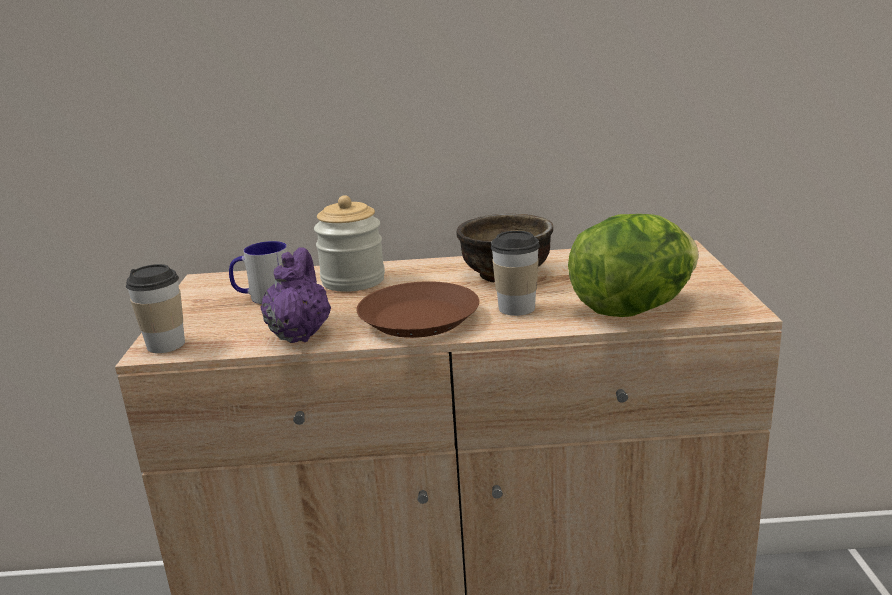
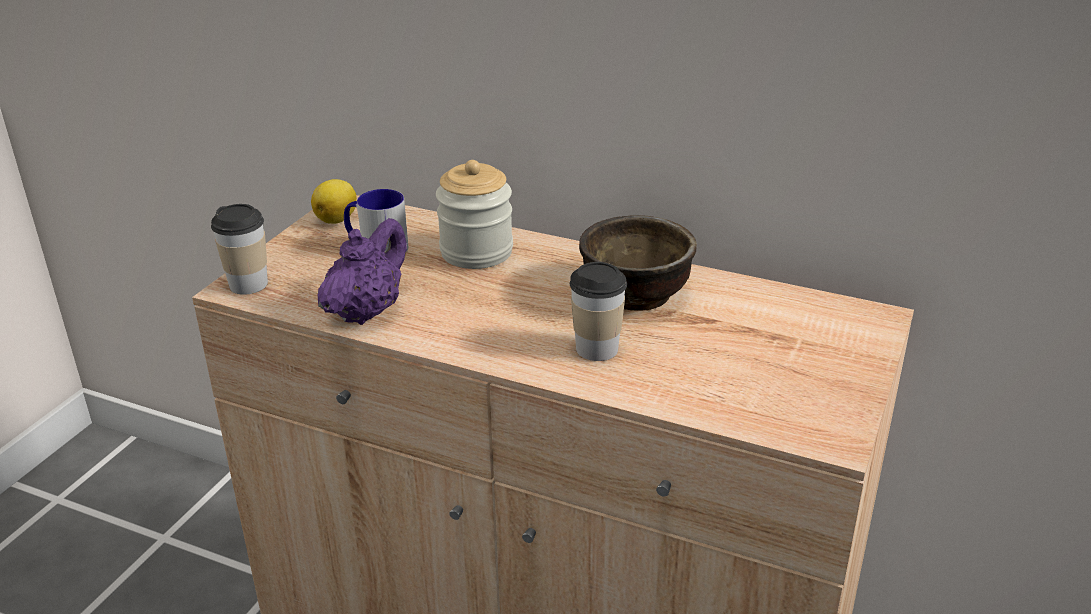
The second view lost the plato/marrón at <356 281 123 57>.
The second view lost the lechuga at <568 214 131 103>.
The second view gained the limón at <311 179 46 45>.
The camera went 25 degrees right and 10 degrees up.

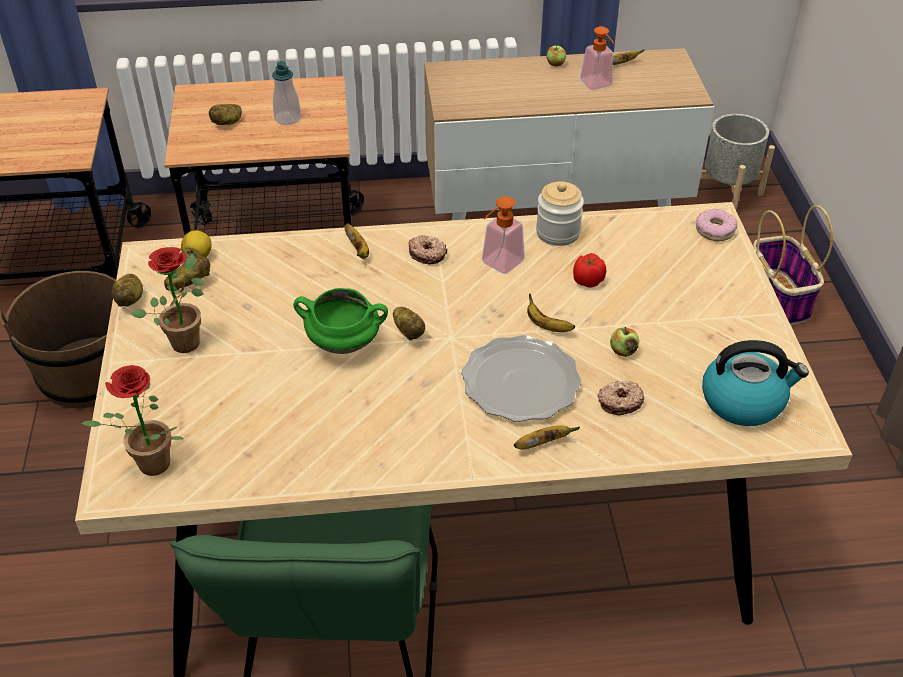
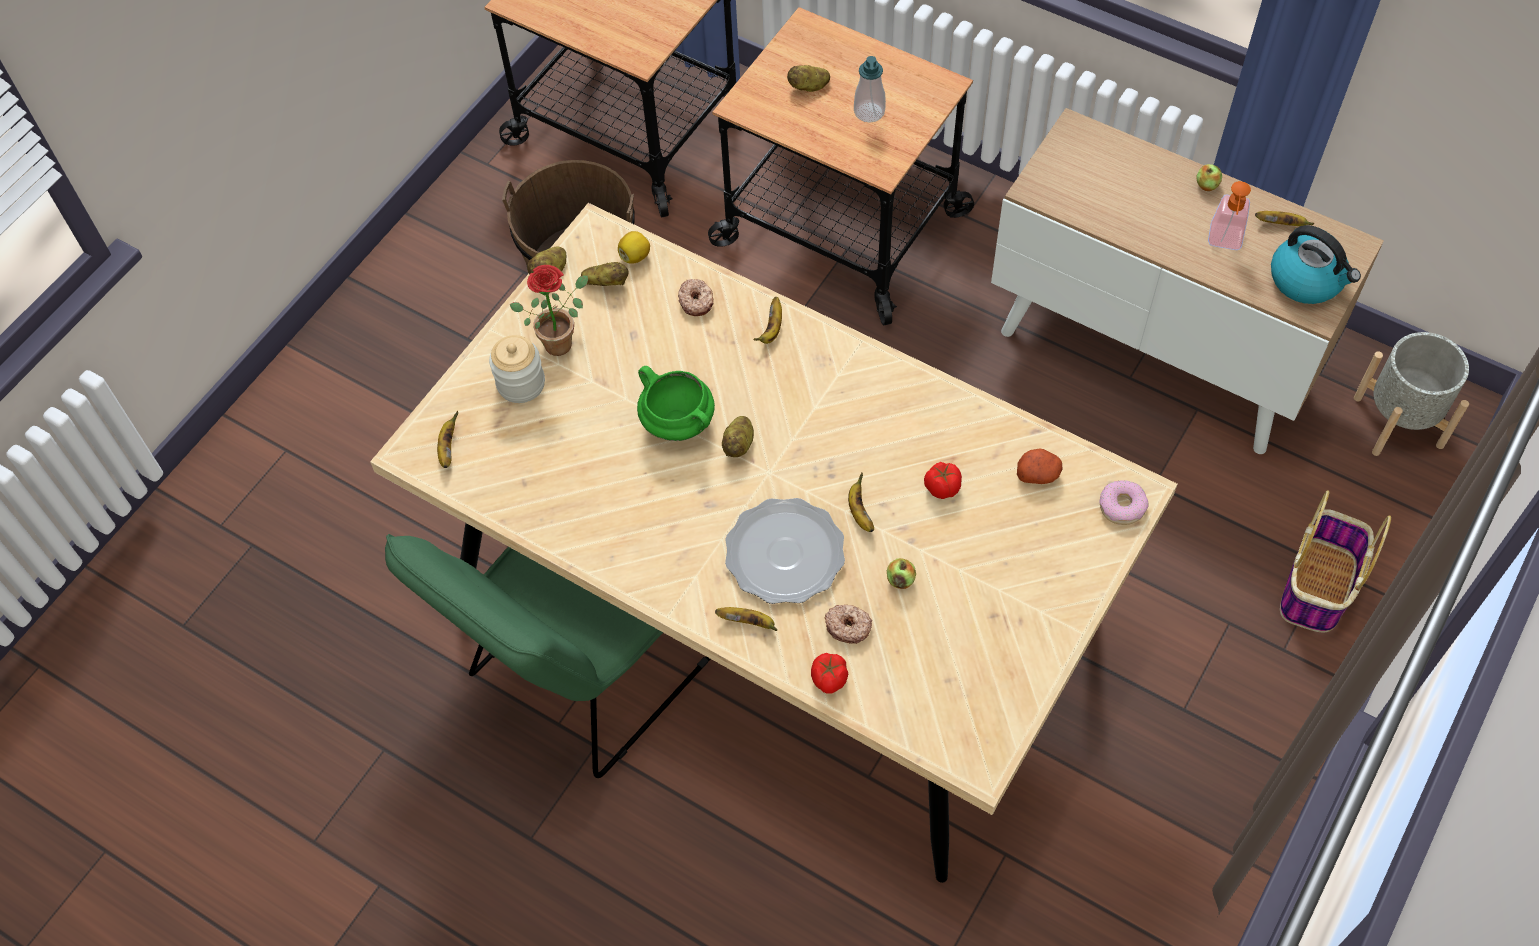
Where the planta en maceta stood at <81 365 103 111>, the plátano came to stand at <437 411 21 57>.
The rosquilla ended up elsewhere, having gone from <408 235 39 29> to <678 279 36 37>.
The second view lost the dispensador de jabón at <482 196 43 78>.
The tarro ended up elsewhere, having gone from <536 181 48 65> to <489 335 56 68>.
The hervidor ended up elsewhere, having gone from <702 340 107 86> to <1271 225 90 79>.
The second view gained the tomate at <811 653 37 40>.
The second view gained the patata at <1017 448 45 36>.
The camera went 40 degrees right and 15 degrees up.

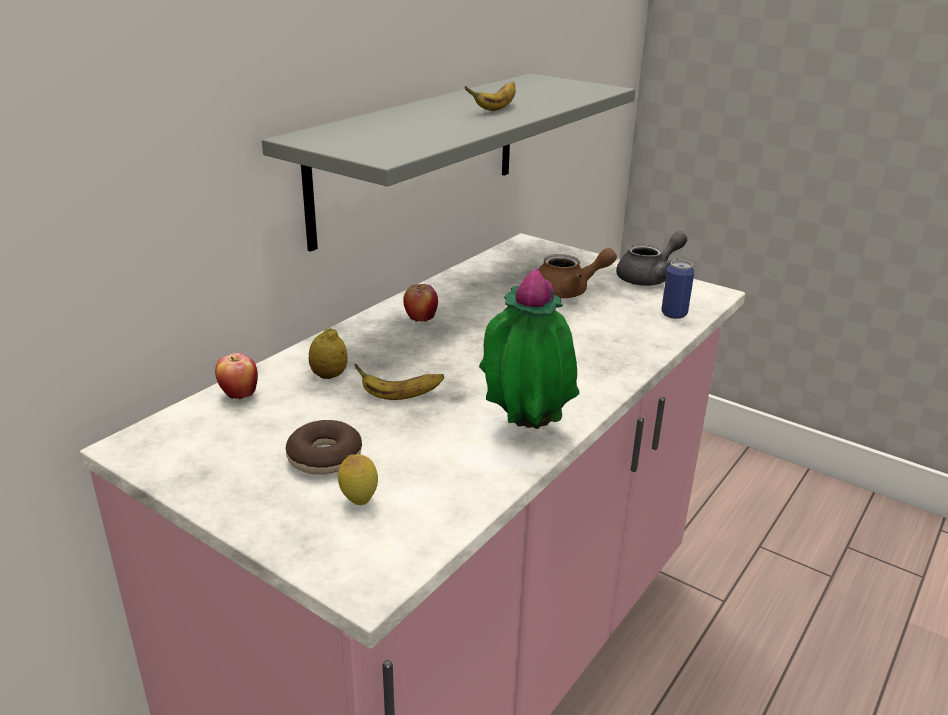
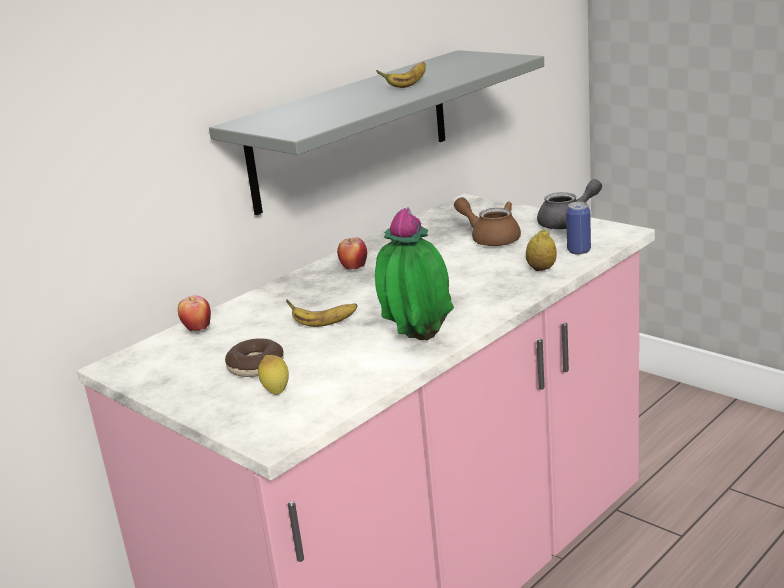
The limón ended up elsewhere, having gone from <309 328 39 51> to <526 229 31 42>.
The tetera/marrón at <538 248 79 50> ended up facing another way, 135 degrees counterclockwise from before.
The camera went 10 degrees right and 5 degrees down.

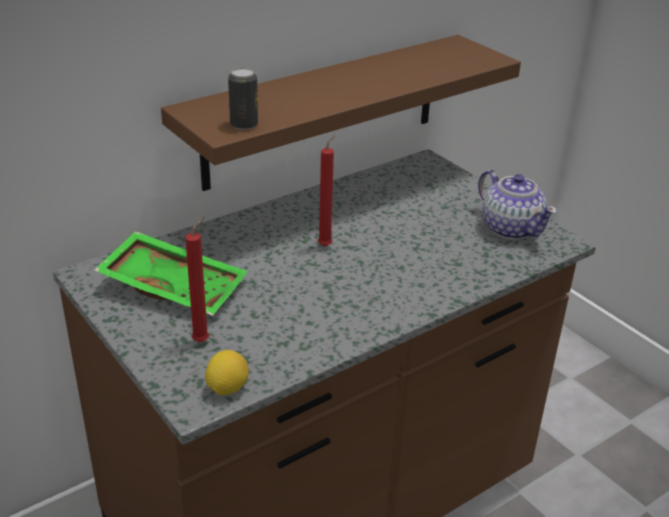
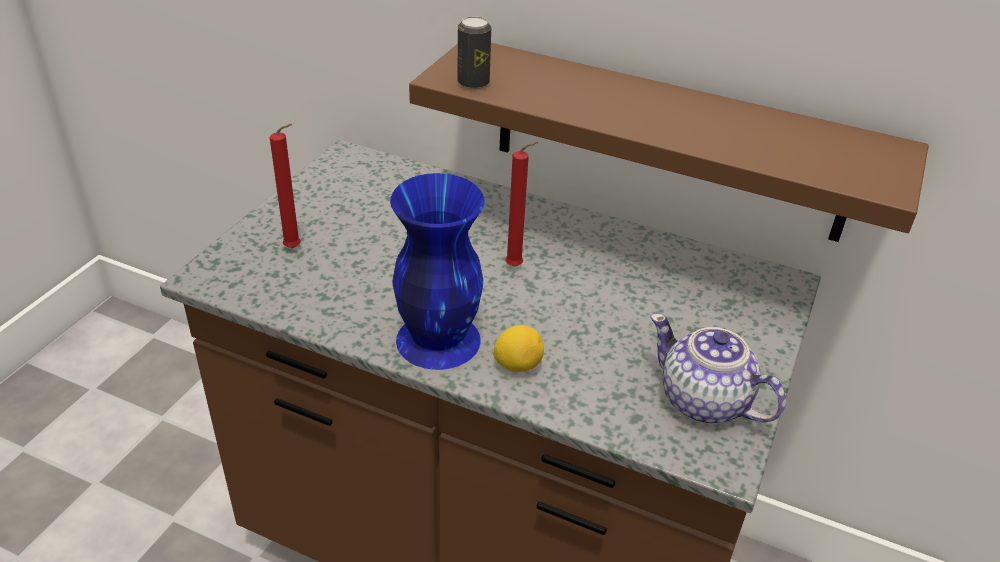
The second view lost the bandeja/verde at <94 231 154 85>.
The limón ended up elsewhere, having gone from <205 350 44 46> to <493 325 51 47>.
The tetera at <478 170 79 70> ended up facing another way, 105 degrees clockwise from before.
The second view gained the florero/azul at <390 173 95 197>.
The camera went 60 degrees right and 5 degrees up.

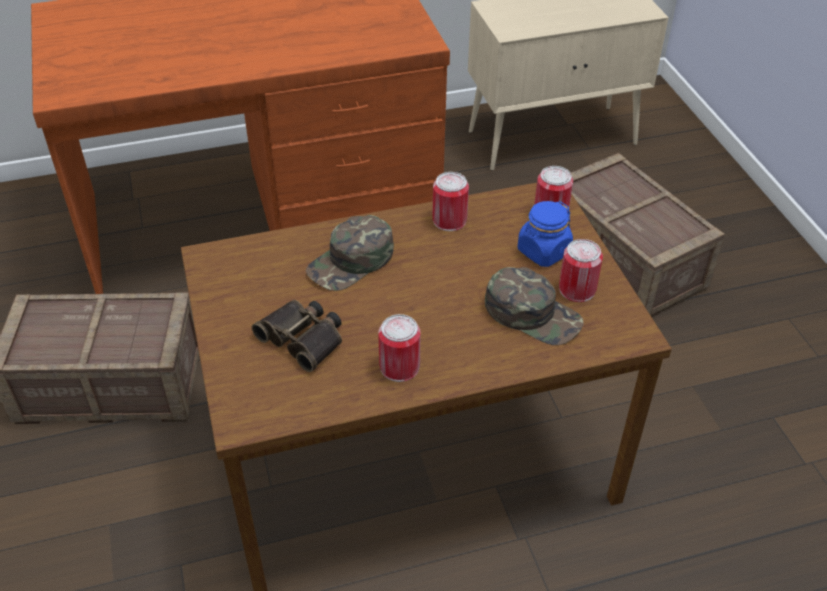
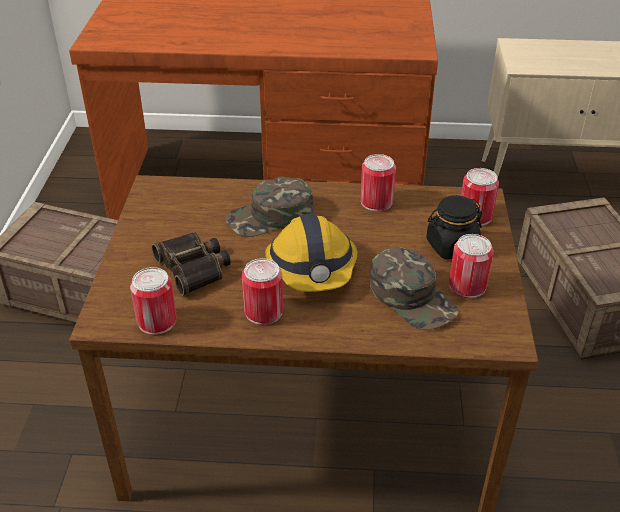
What was the tarro/azul at <518 201 55 66> turned into the tarro/negro at <426 195 56 65>.
The second view gained the lata at <130 267 47 68>.
The second view gained the casco at <265 214 92 78>.
The camera went 20 degrees right and 5 degrees down.

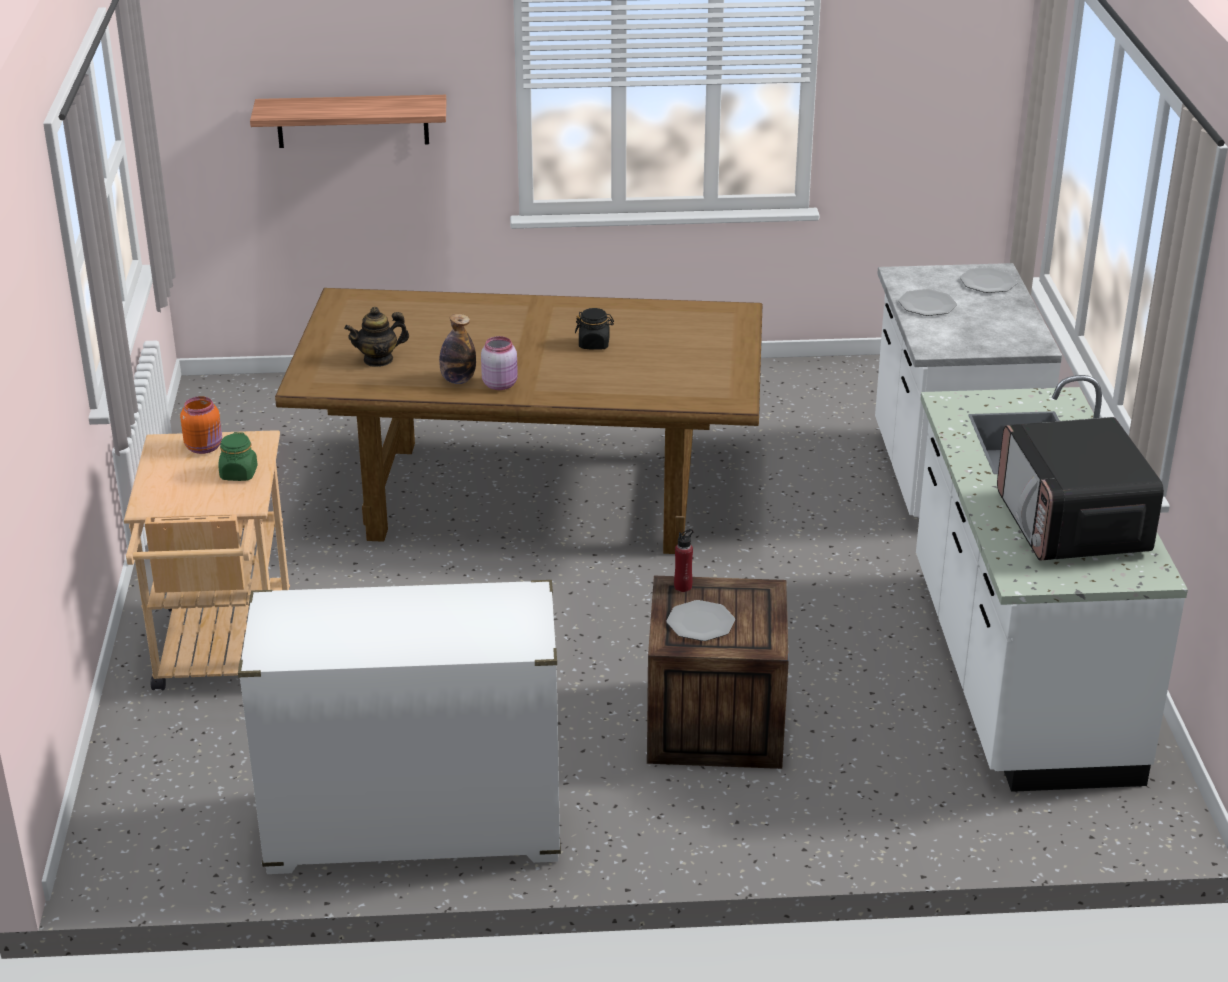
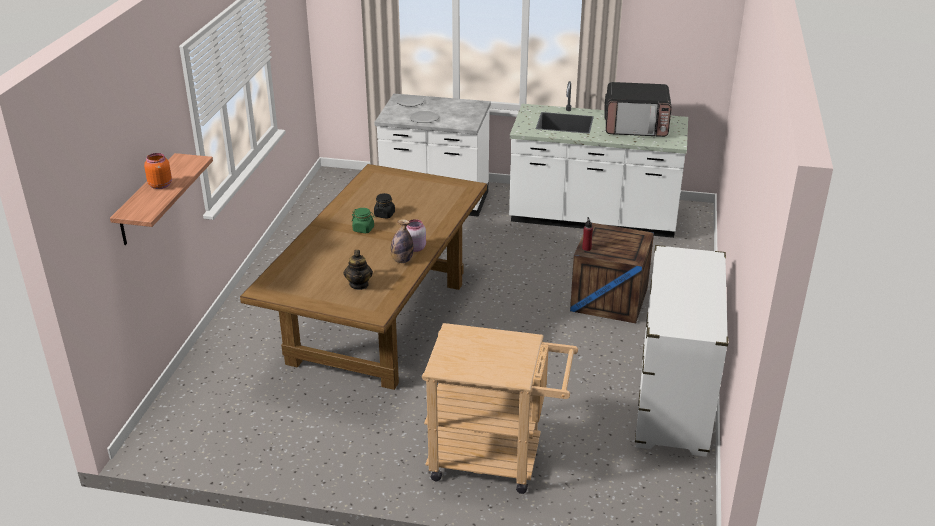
The tarro/naranja ended up elsewhere, having gone from <180 396 42 58> to <144 153 28 36>.
The tarro/verde ended up elsewhere, having gone from <218 432 40 49> to <352 208 23 25>.
The second view lost the plato at <666 600 69 41>.
The camera went 75 degrees left and 0 degrees up.

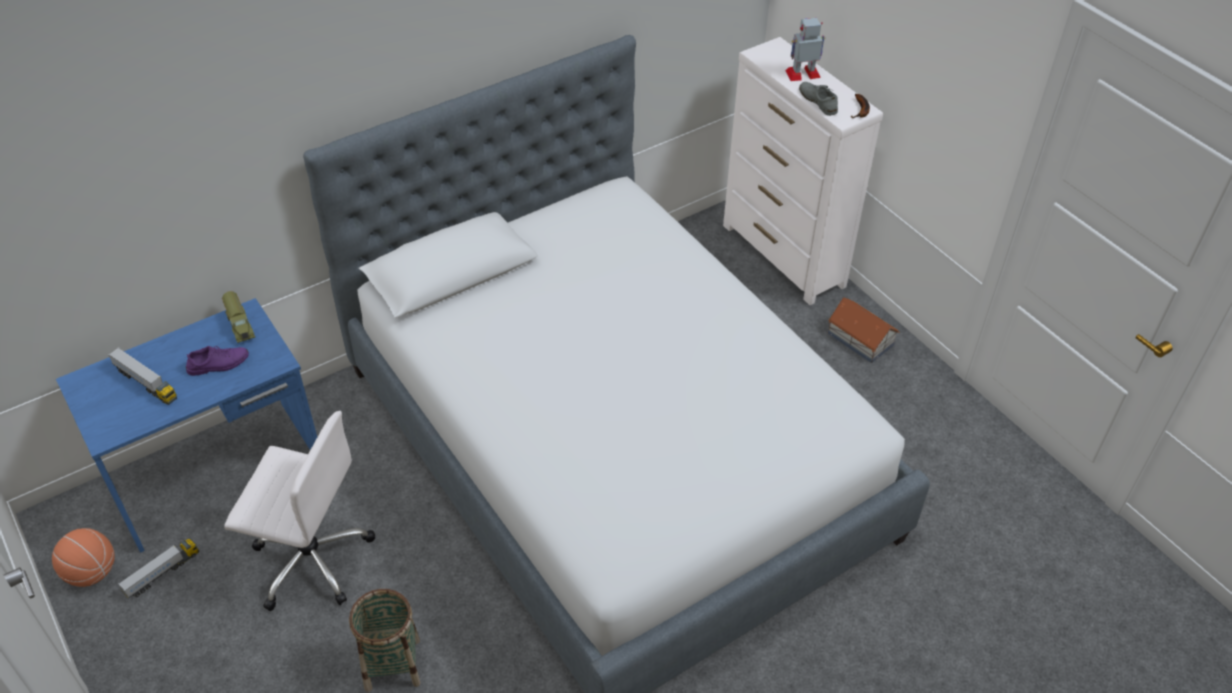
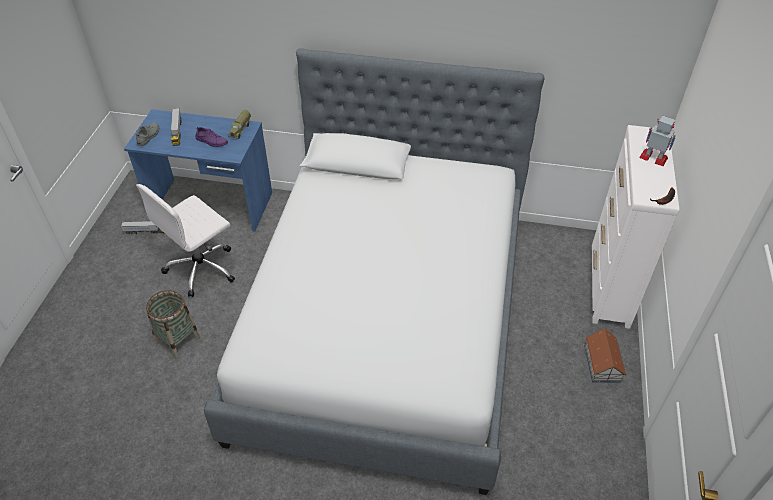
The second view lost the balón de baloncesto at <52 528 63 59>.
The silla de oficina/blanco at <224 411 151 200> ended up facing another way, 75 degrees clockwise from before.
The zapato/gris ended up elsewhere, having gone from <799 82 39 34> to <136 122 23 24>.
The camera went 45 degrees right and 0 degrees up.

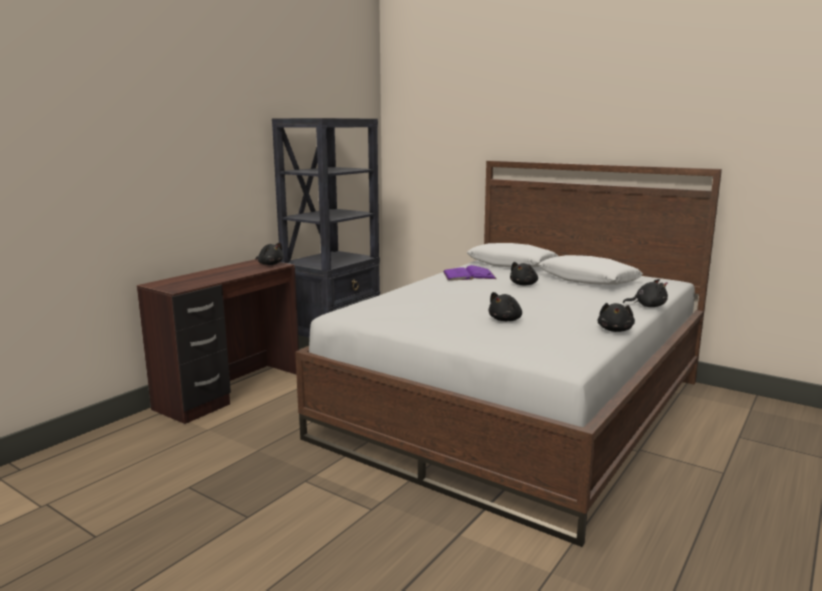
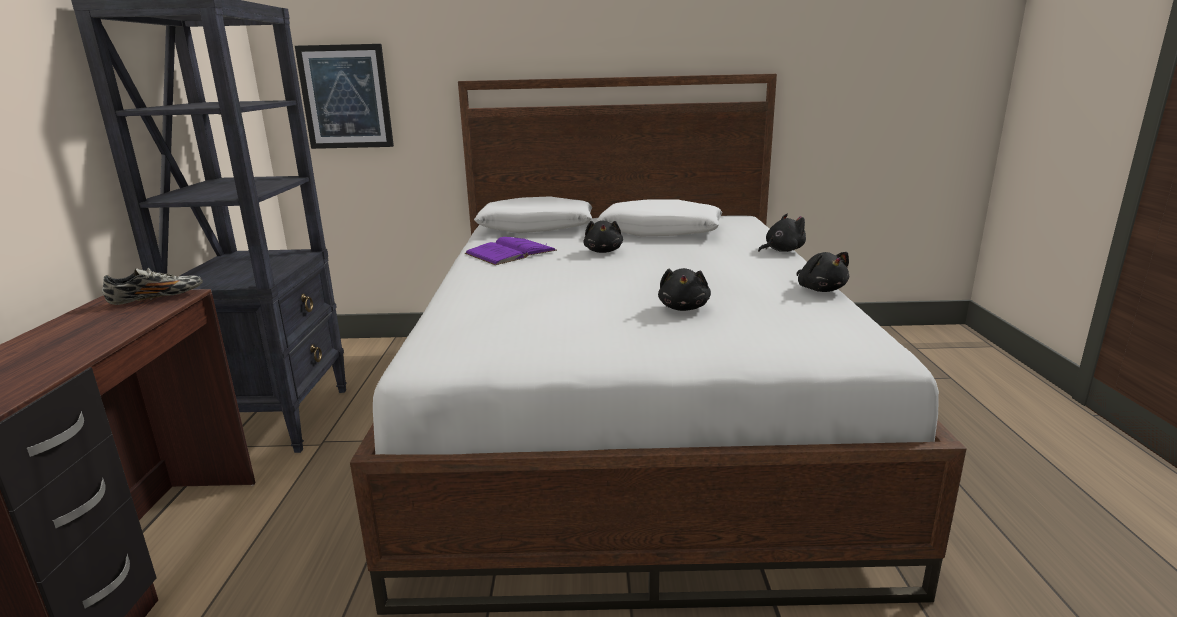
Where the peluche/negro stood at <255 242 29 23>, the zapato came to stand at <102 268 101 37>.
The second view gained the cuadro at <295 44 99 105>.
The camera went 35 degrees left and 5 degrees up.

